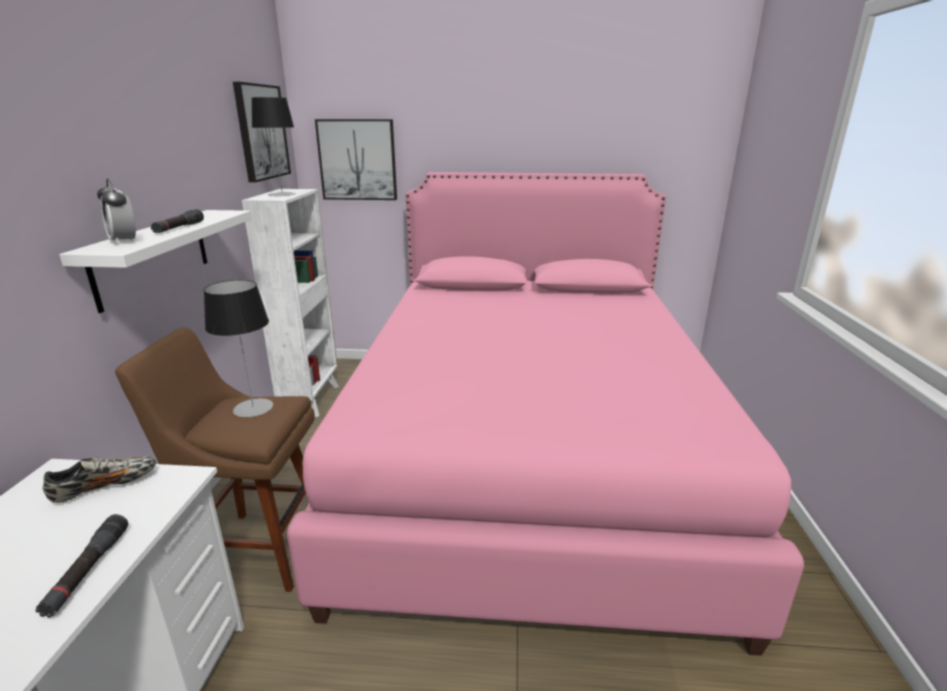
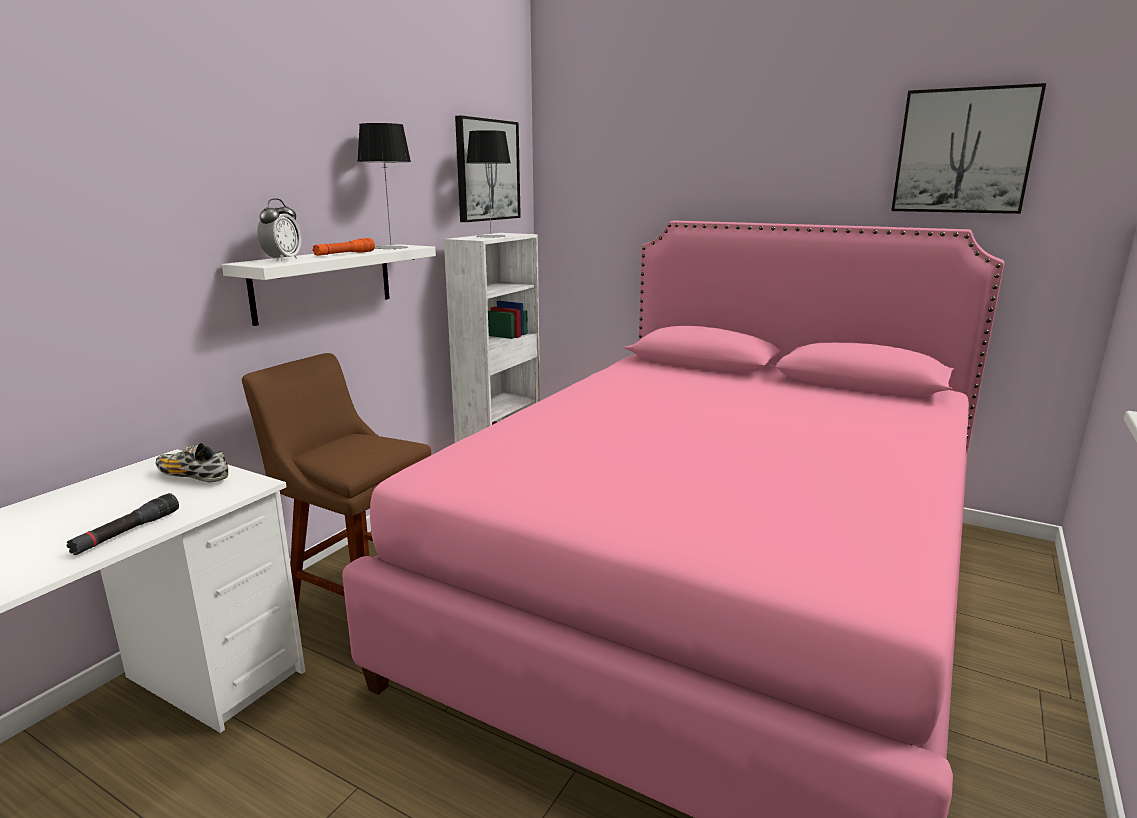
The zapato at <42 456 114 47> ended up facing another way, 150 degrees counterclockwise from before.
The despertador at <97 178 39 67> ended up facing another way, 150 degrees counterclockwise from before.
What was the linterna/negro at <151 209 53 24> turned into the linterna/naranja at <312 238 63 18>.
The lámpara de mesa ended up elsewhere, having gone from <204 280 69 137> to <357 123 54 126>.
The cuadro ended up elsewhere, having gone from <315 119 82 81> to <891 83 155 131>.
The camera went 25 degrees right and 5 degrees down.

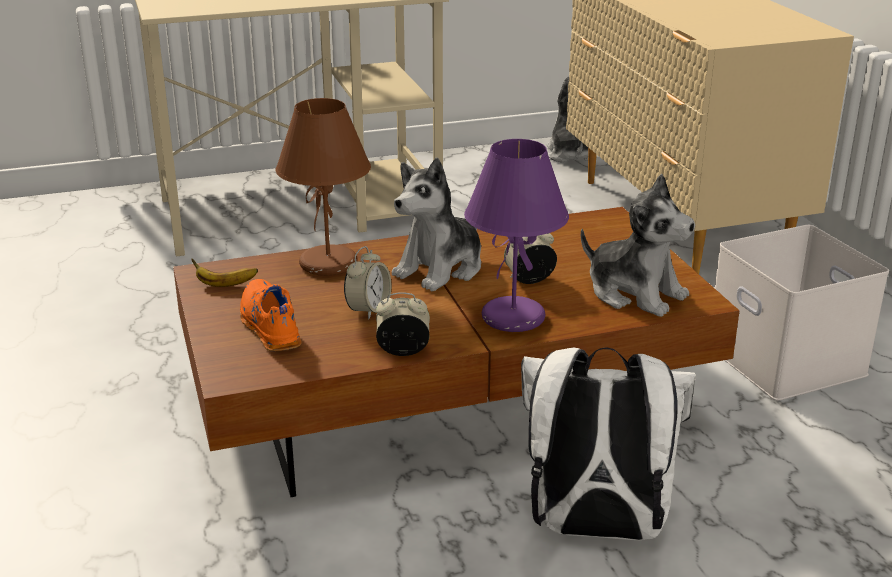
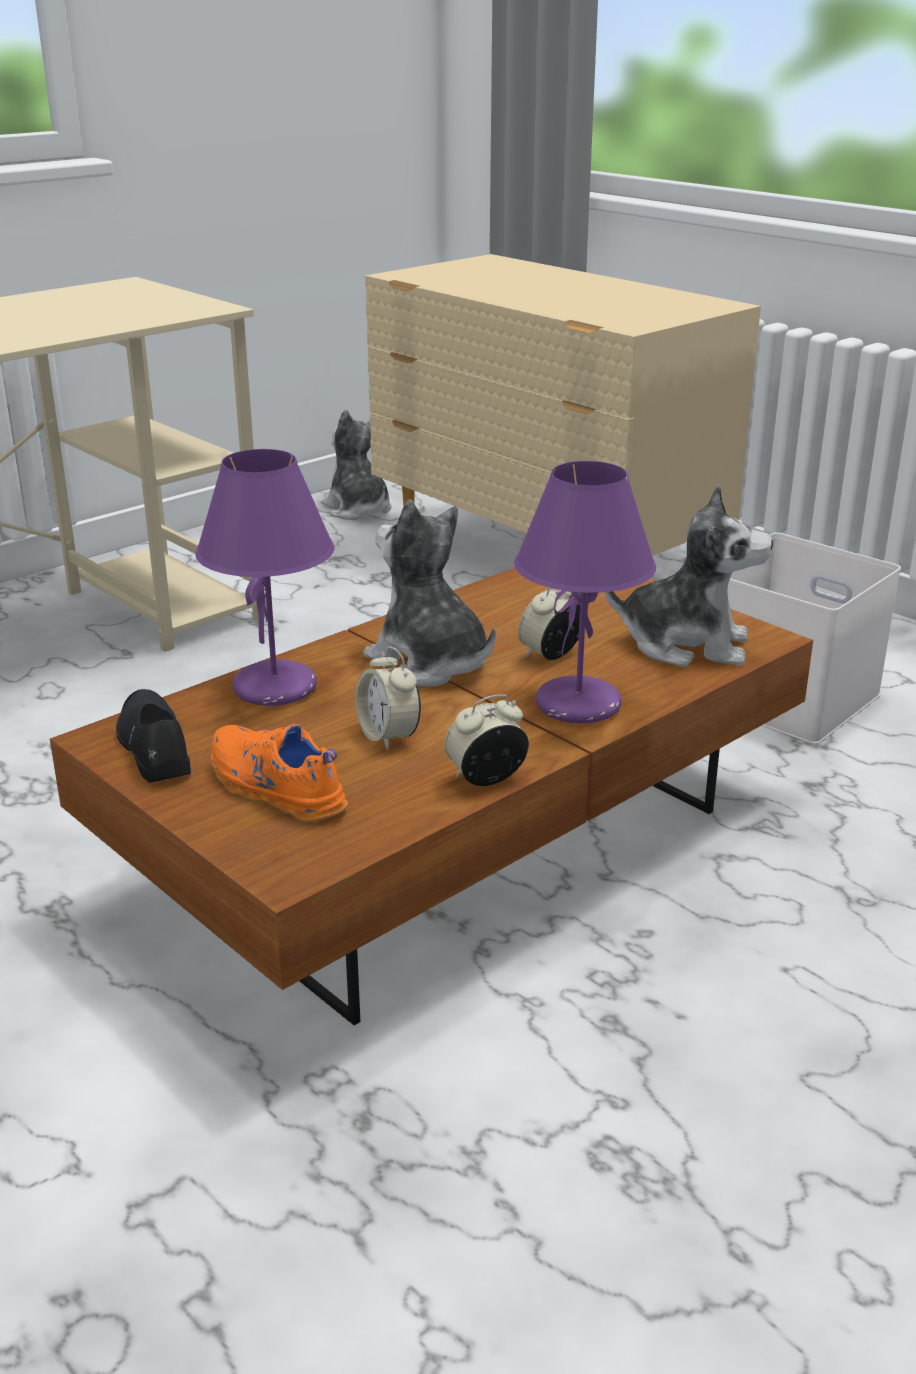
Where the plátano stood at <192 259 66 28>, the zapato/negro came to stand at <116 689 75 94>.
What was the lámpara de mesa/marrón at <276 98 95 178> turned into the lámpara de mesa/morado at <195 449 139 257>.
The despertador at <344 246 48 74> ended up facing another way, 150 degrees clockwise from before.
The peluche at <392 158 89 133> ended up facing another way, 120 degrees clockwise from before.
The second view lost the mochila/blanco at <521 347 175 193>.
The camera went 25 degrees left and 0 degrees up.

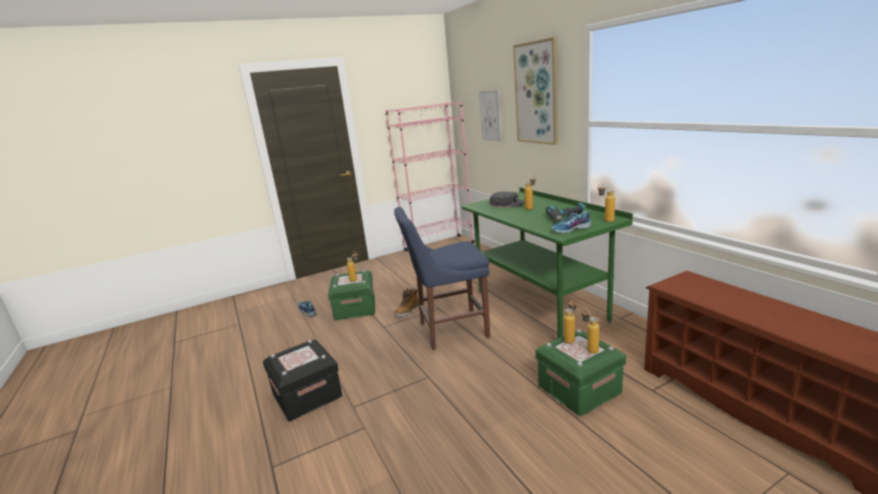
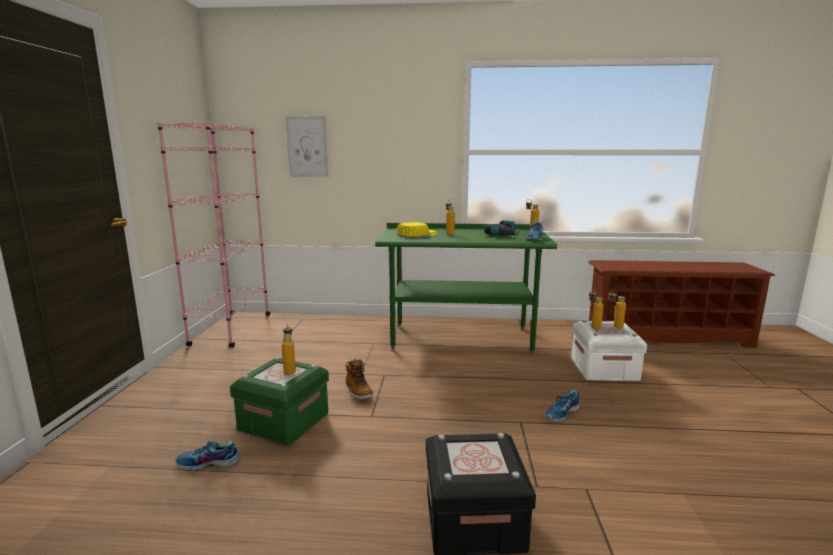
The second view lost the silla/azul at <394 207 96 143>.
What was the gorra/negro at <490 191 35 16> turned into the gorra/amarillo at <397 222 41 16>.
The second view lost the cuadro at <513 37 45 108>.
What was the caja de almacenaje/verde at <535 329 91 87> turned into the caja de almacenaje/blanco at <571 320 76 61>.
The second view gained the zapato at <545 389 35 33>.
The camera went 60 degrees left and 5 degrees down.

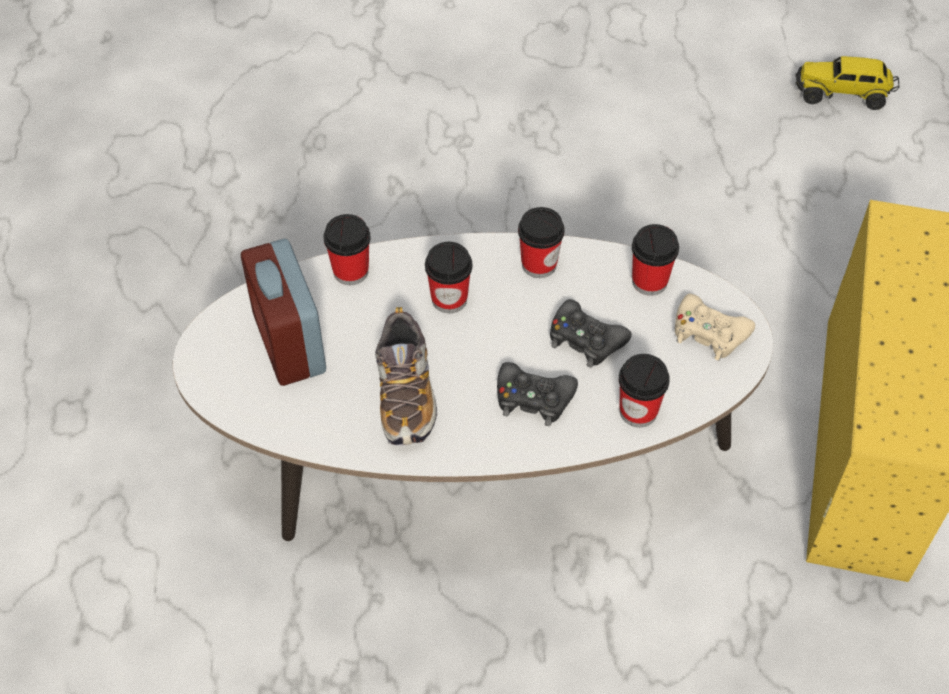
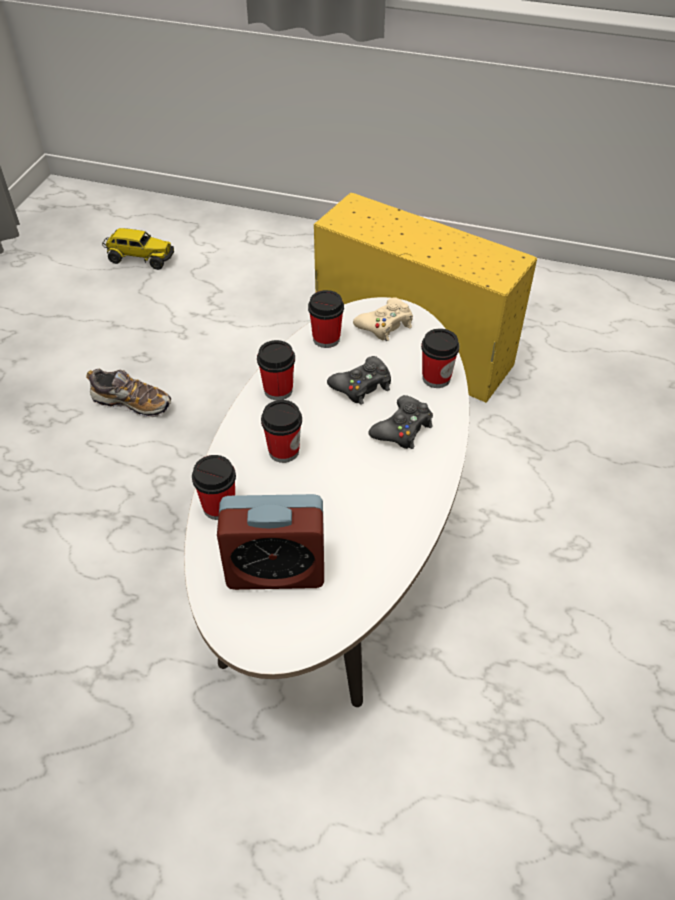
The zapato ended up elsewhere, having gone from <375 307 63 139> to <86 369 85 48>.
The camión de juguete at <795 56 104 54> ended up facing another way, 105 degrees counterclockwise from before.
The camera went 70 degrees left and 5 degrees down.

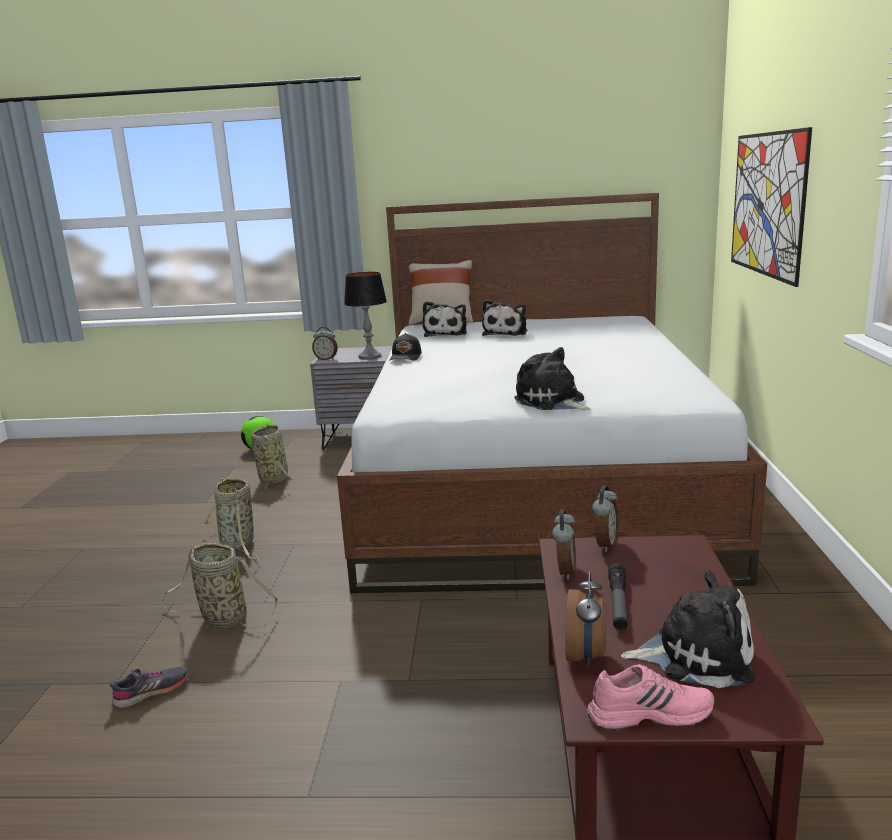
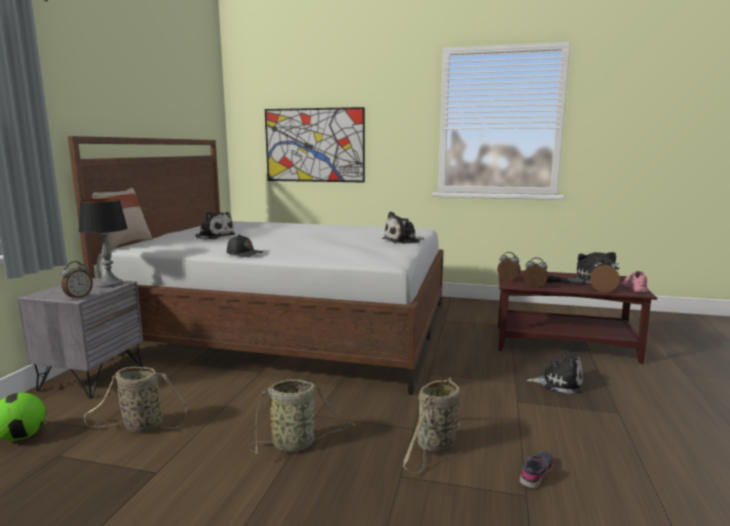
The zapato/gris at <110 666 79 42> ended up facing another way, 60 degrees clockwise from before.
The peluche ended up elsewhere, having gone from <423 301 44 36> to <527 350 56 44>.
The camera went 80 degrees left and 5 degrees down.

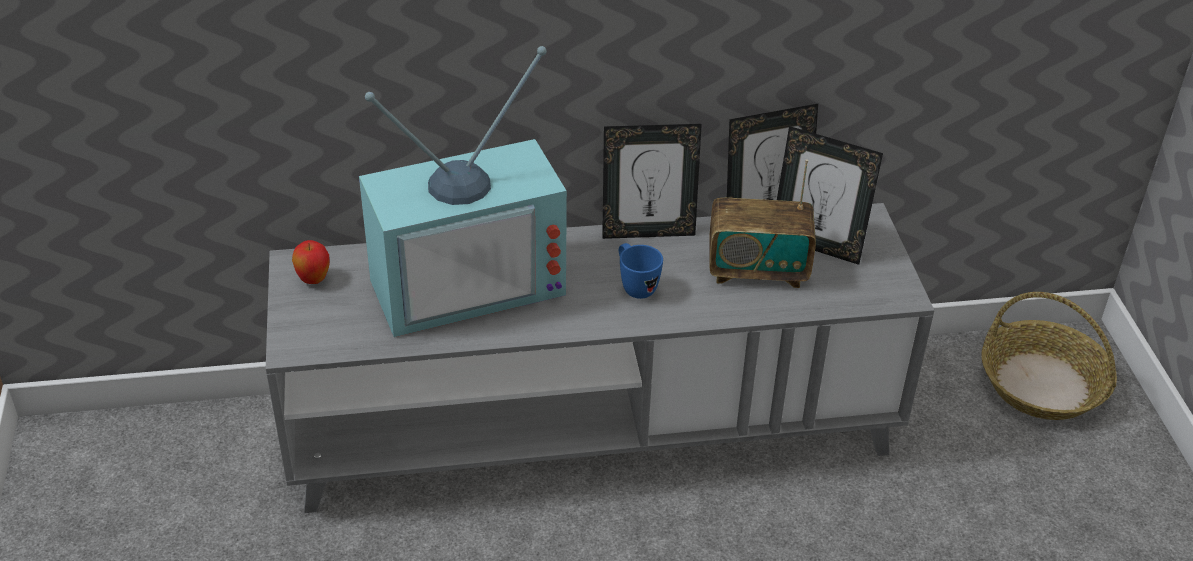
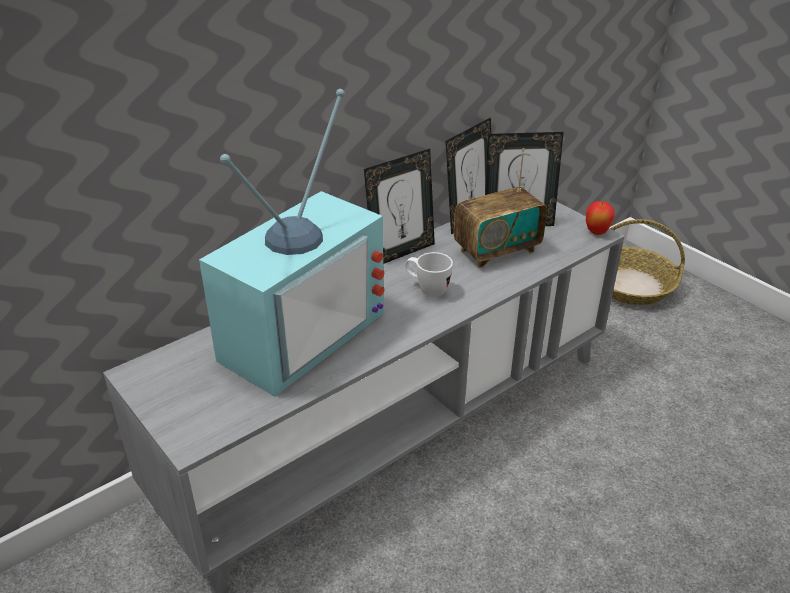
The manzana ended up elsewhere, having gone from <292 240 38 44> to <586 201 29 34>.
What was the taza grande/azul at <619 243 44 56> turned into the taza grande/blanco at <405 252 48 45>.
The camera went 30 degrees left and 5 degrees down.

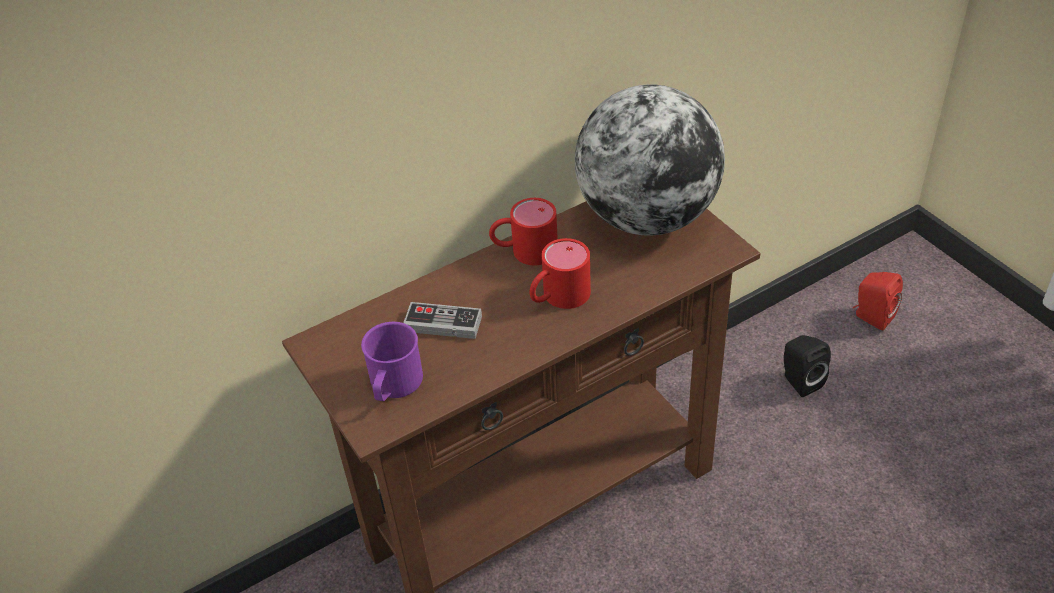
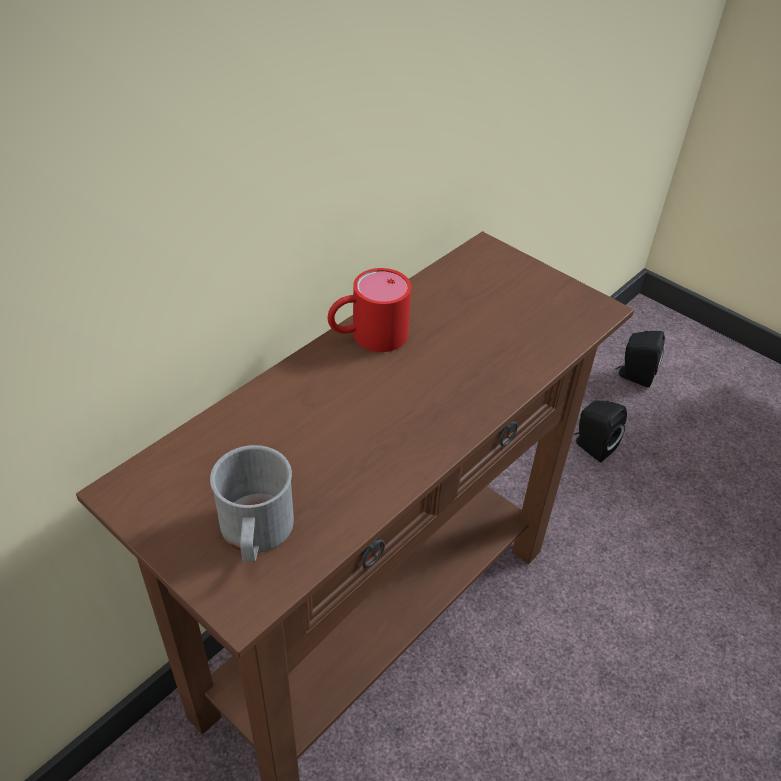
What was the taza grande/morado at <361 322 62 79> turned into the taza grande/gris at <210 445 84 117>.
The second view lost the mando de consola at <403 302 79 37>.
The second view lost the taza grande/rojo at <530 238 61 71>.
The second view lost the globo terráqueo at <575 84 150 152>.
What was the altavoz/rojo at <853 272 50 59> turned into the altavoz/negro at <616 331 49 56>.
The camera went 20 degrees left and 0 degrees up.

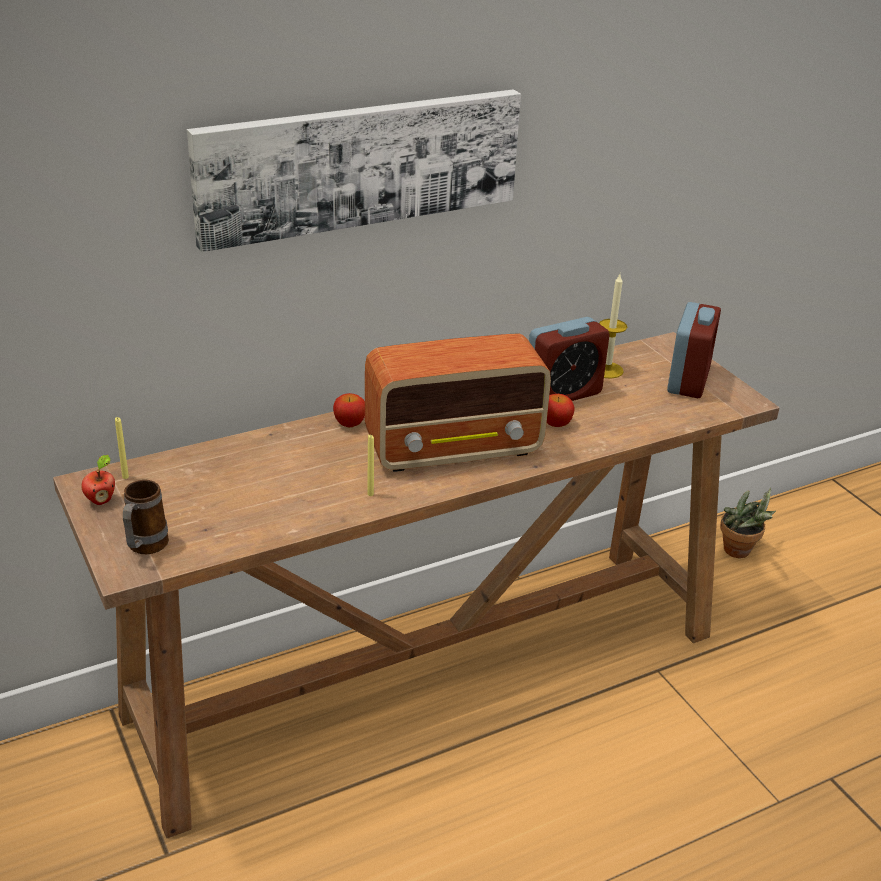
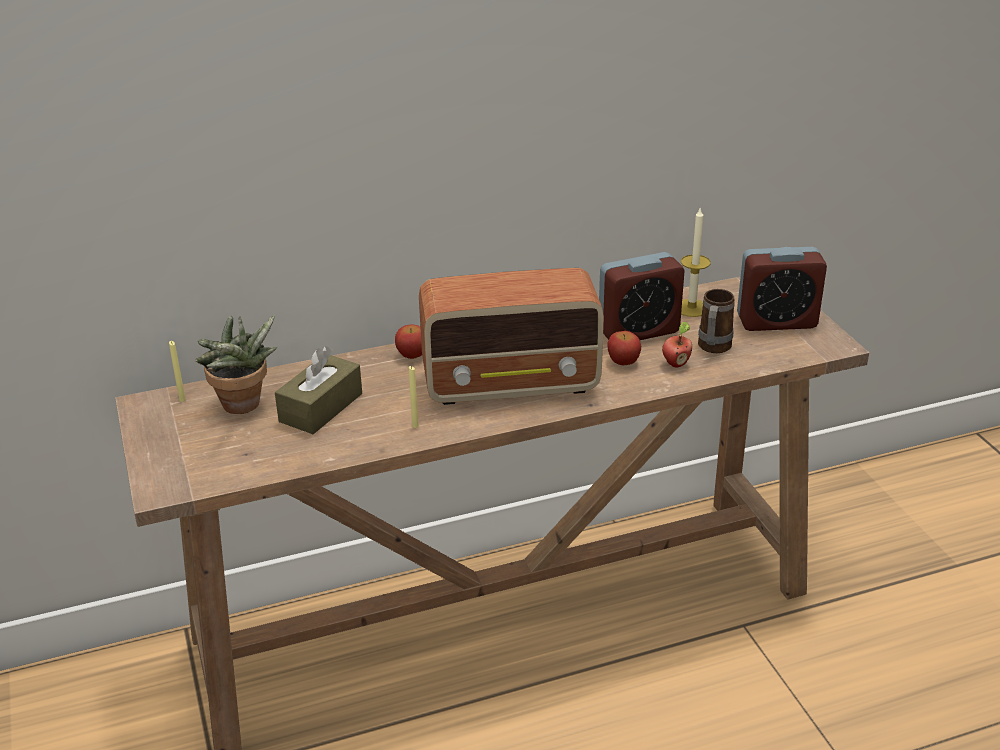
The manzana ended up elsewhere, having gone from <81 455 34 50> to <662 322 30 46>.
The taza grande ended up elsewhere, having gone from <123 480 46 74> to <698 289 37 64>.
The second view lost the cuadro at <187 90 334 162>.
The despertador at <667 302 54 96> ended up facing another way, 60 degrees clockwise from before.
The planta en maceta ended up elsewhere, having gone from <720 488 56 70> to <196 315 81 99>.
The second view gained the caja de pañuelos/marrón at <275 346 87 88>.
The camera went 10 degrees right and 0 degrees up.

